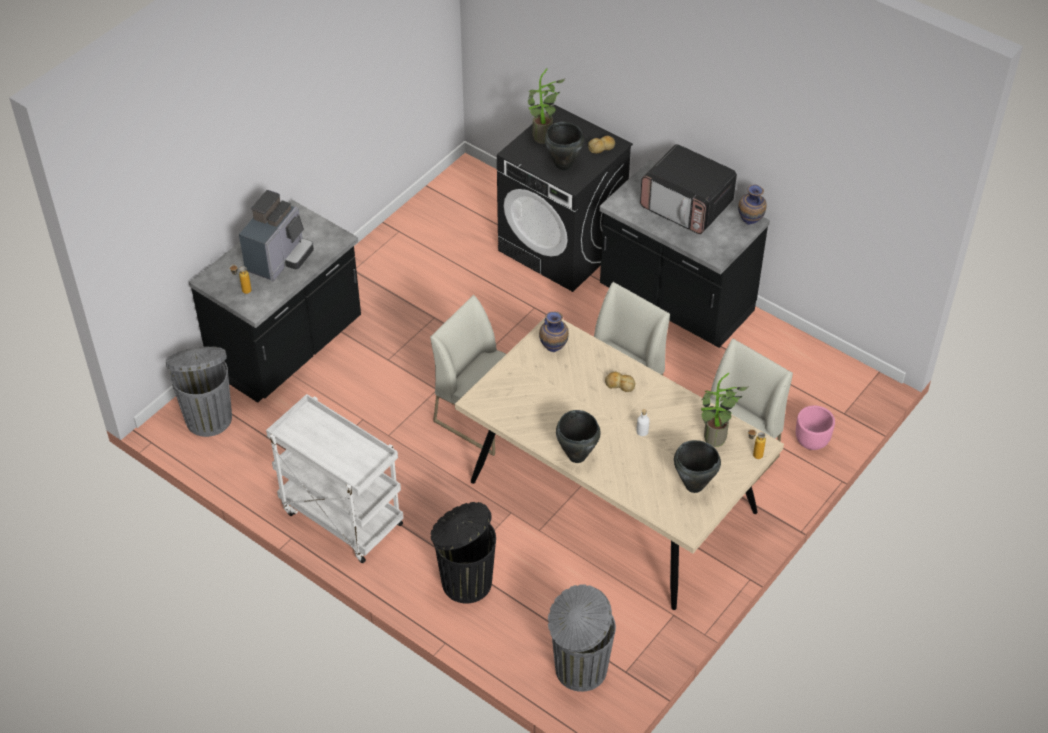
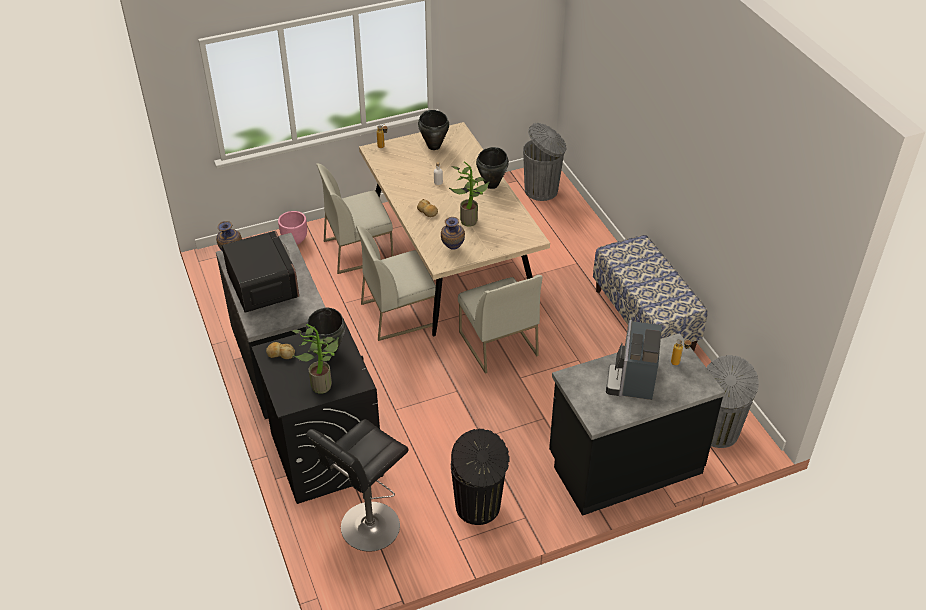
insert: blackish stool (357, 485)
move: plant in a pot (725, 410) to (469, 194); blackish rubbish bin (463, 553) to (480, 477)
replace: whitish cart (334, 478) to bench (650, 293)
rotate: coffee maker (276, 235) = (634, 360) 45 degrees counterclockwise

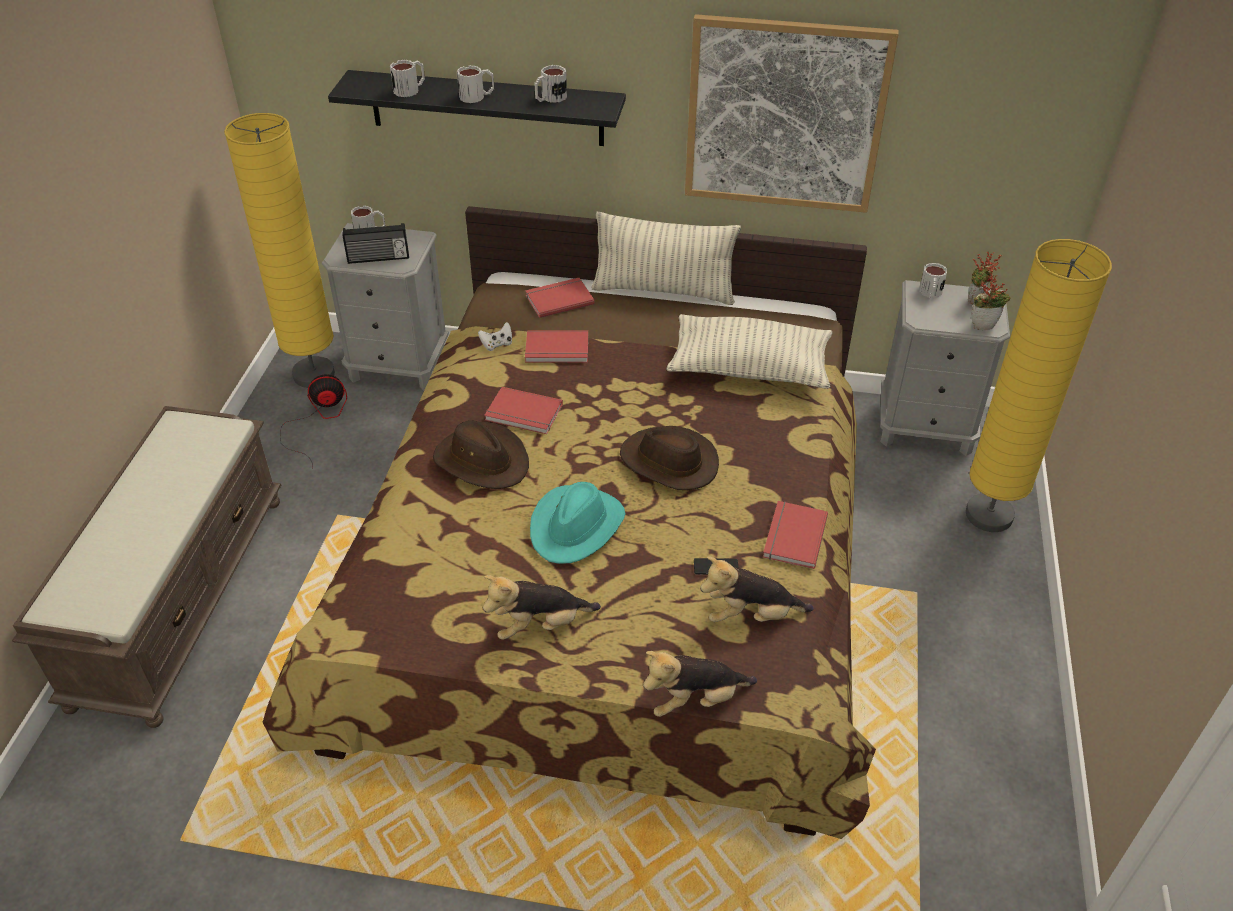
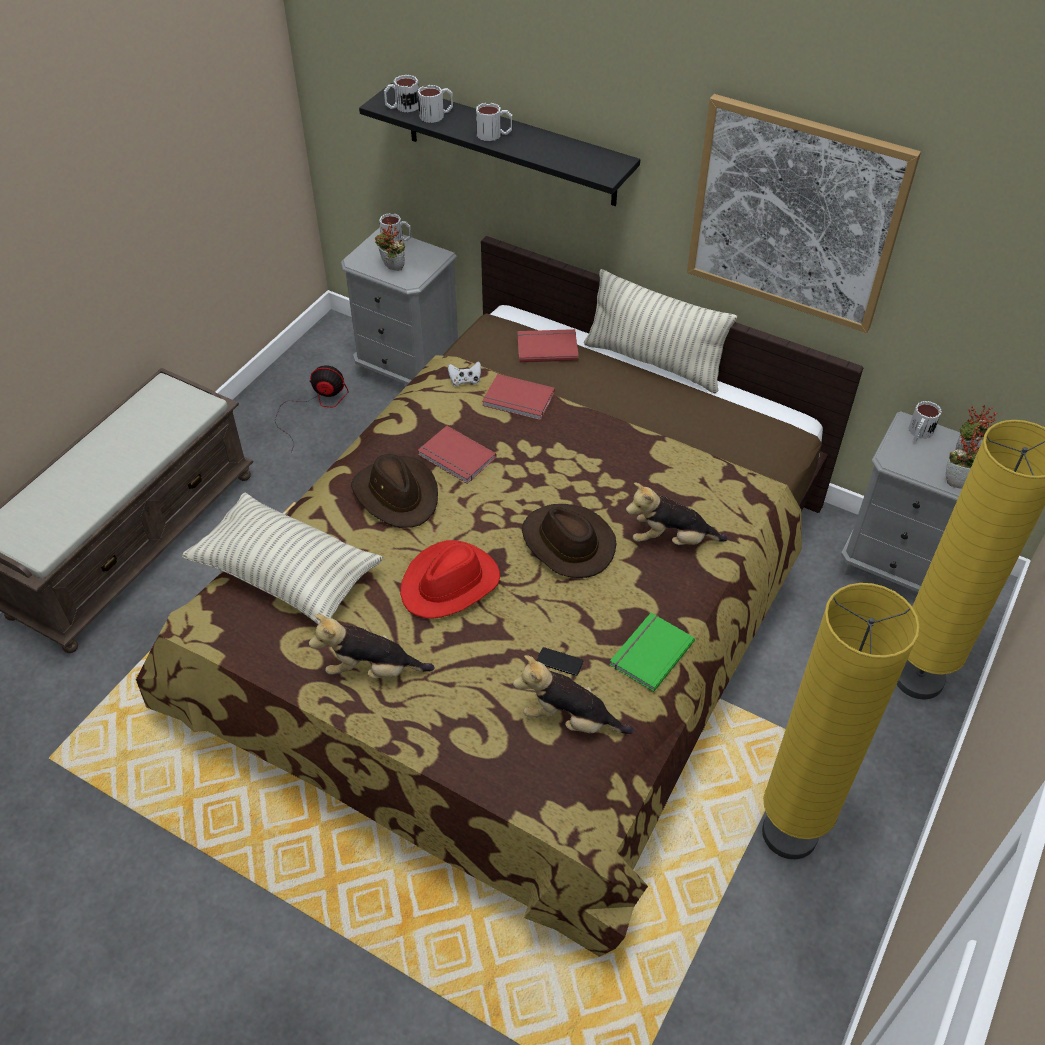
move: pillow (749, 351) to (282, 558); coffee mug (551, 84) to (401, 94); soft toy (700, 684) to (677, 514); yellowish standing lamp (279, 250) to (841, 721)
replace: radio set (375, 243) to plant in a pot (390, 245)
recolor: turquoise wearable hat (578, 523) to red-coloured wearable hat (450, 579); red-coloured bound book (795, 535) to green bound book (652, 652)

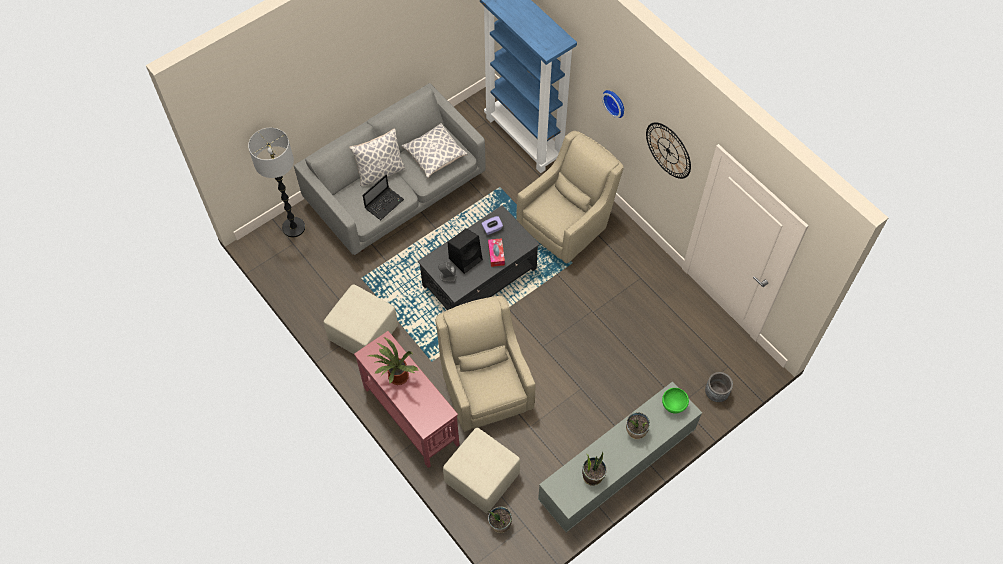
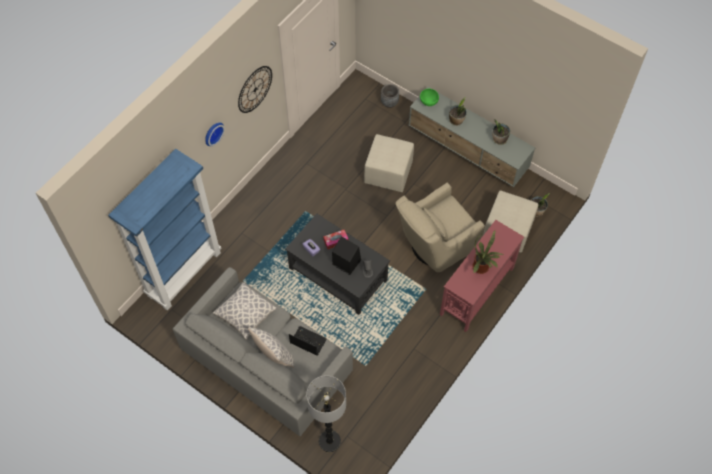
delete: sand-coloured lounge chair (570, 197)
move: sand-coloured ottoman (361, 319) to (389, 163)

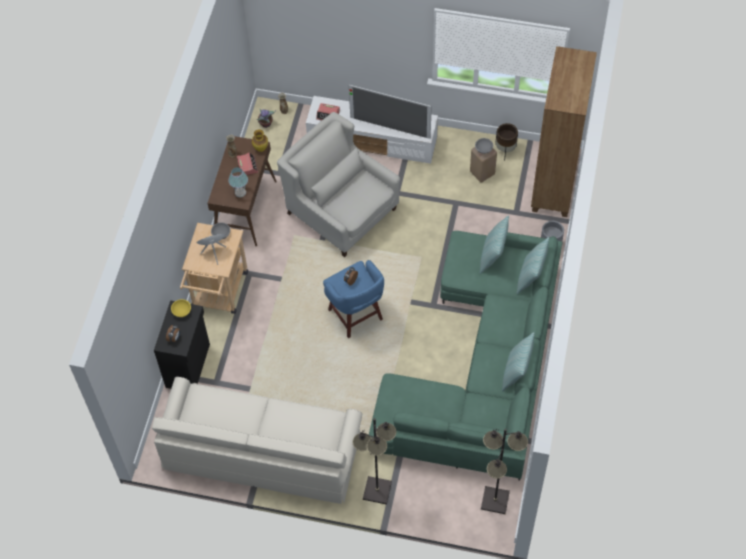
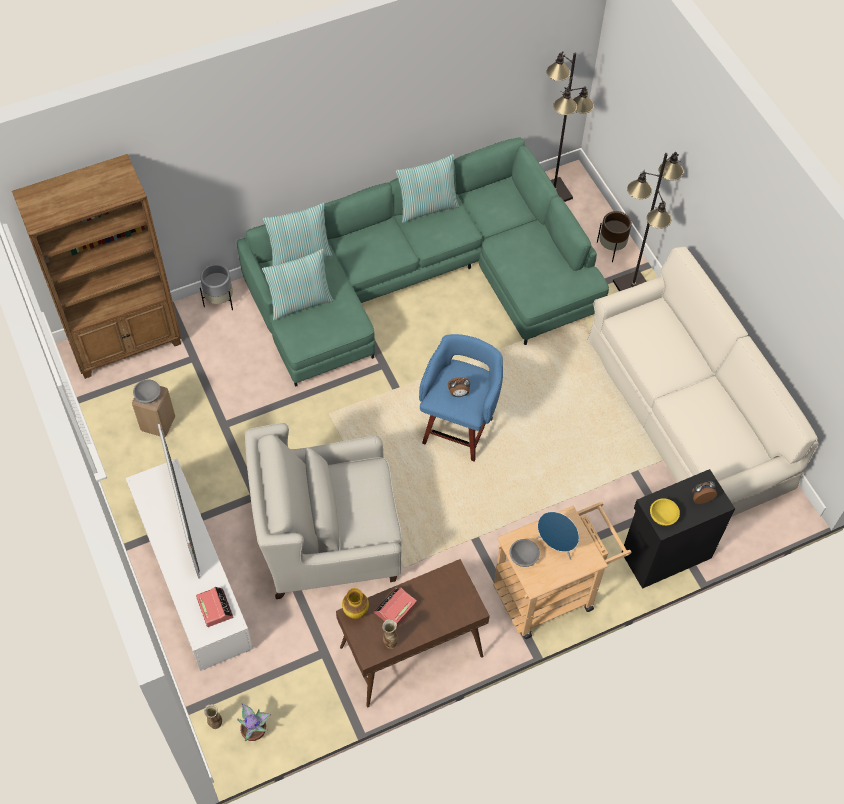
delete: lamp for a table (238, 182)
move: brownish flower pot (506, 141) to (614, 236)
rotate: whitish lounge chair (338, 184) = (323, 511) 75 degrees clockwise

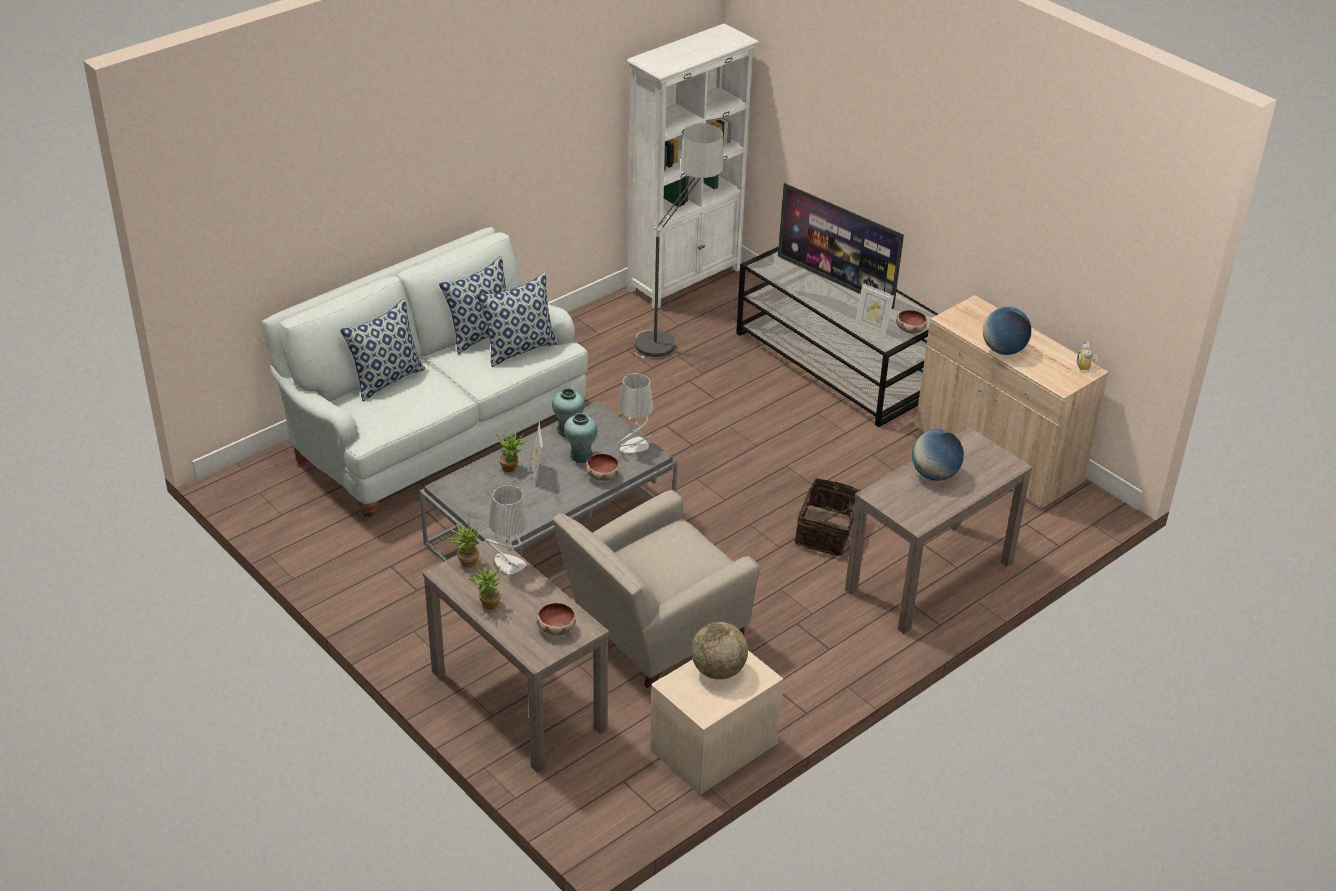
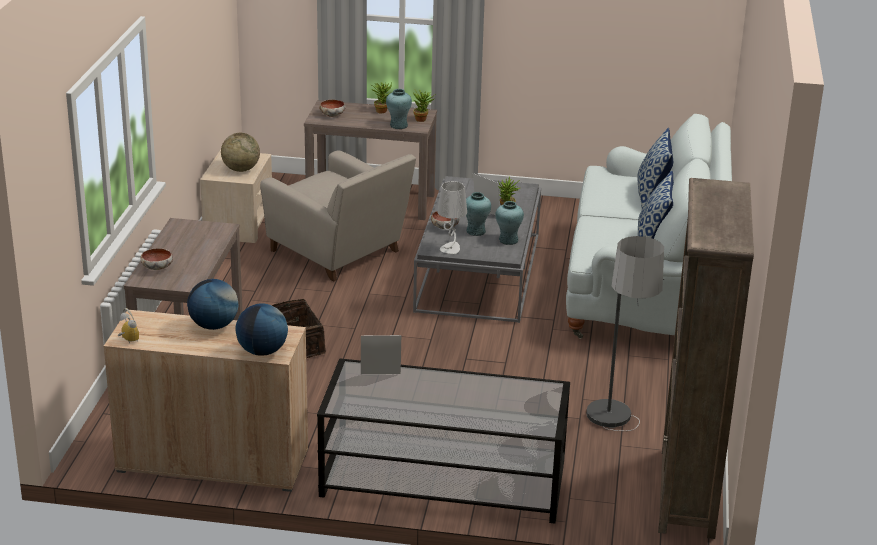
delete: pillow (517, 319); TV (841, 246)
move: bowl (911, 321) to (157, 259); world globe (938, 455) to (261, 329)
replace: greyish lamp for a table (506, 530) to turquoise decorative vase (399, 109)
recolor: whitish shelving unit (693, 166) to brownish shelving unit (706, 358)
rotate: sand-coloured lounge chair (655, 589) = (338, 216) 120 degrees clockwise

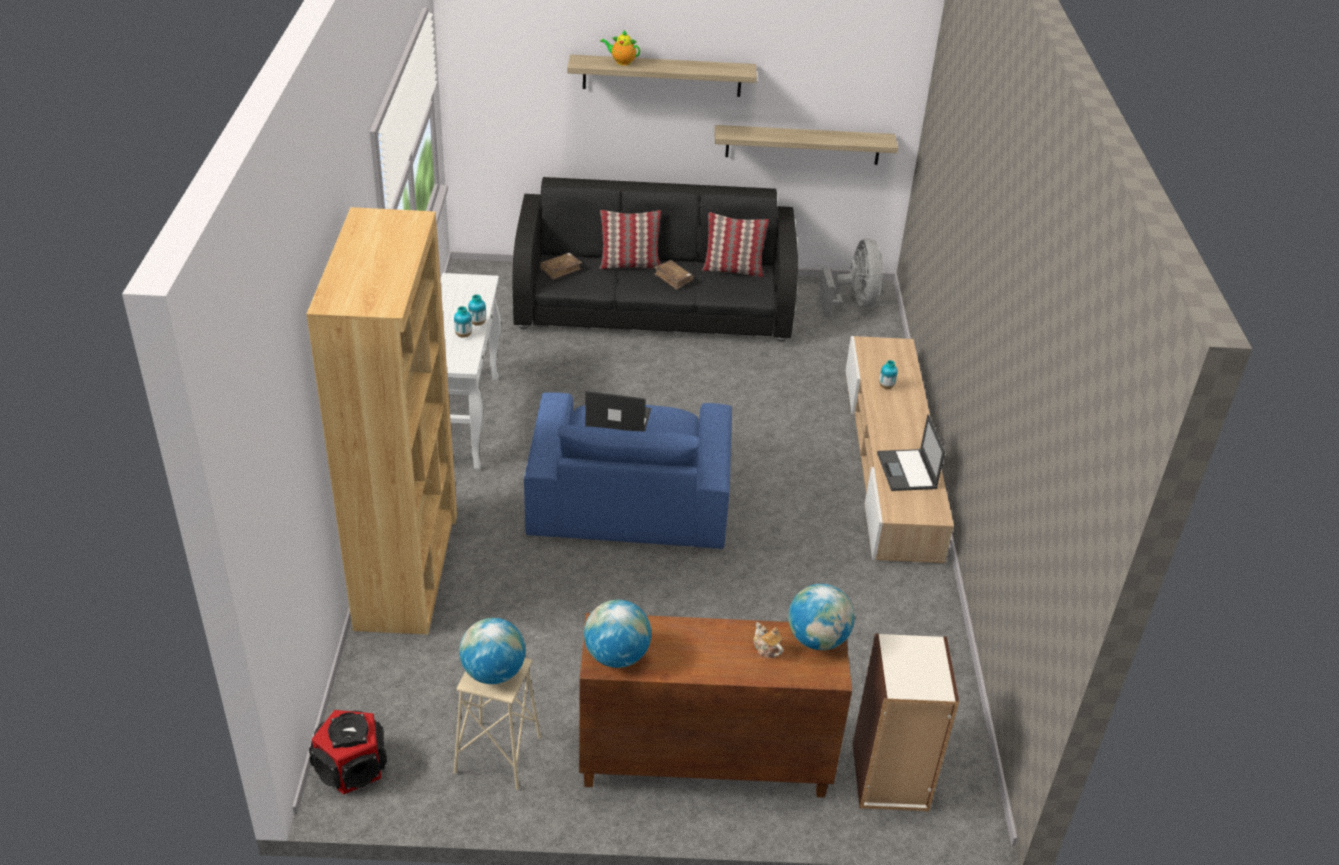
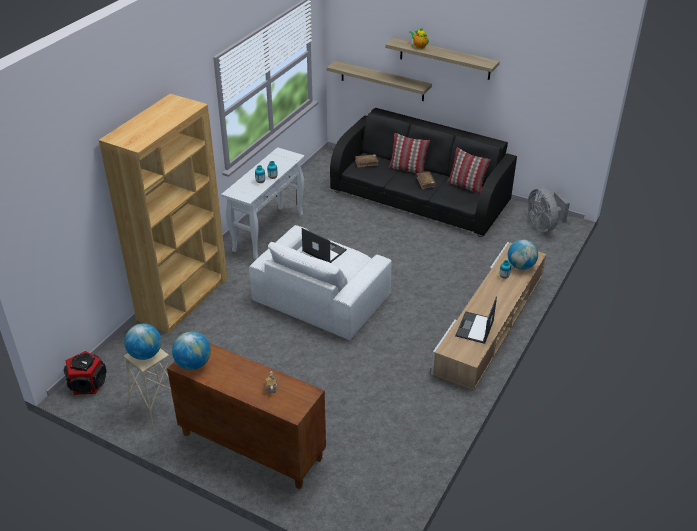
delete: shelving unit (906, 722)
move: bracket shelf (806, 145) to (379, 80); world globe (821, 617) to (523, 254)
recolor: blue-coloured lounge chair (628, 470) to whitish lounge chair (320, 282)
rotate: greyish fan (851, 277) = (549, 209) 135 degrees clockwise

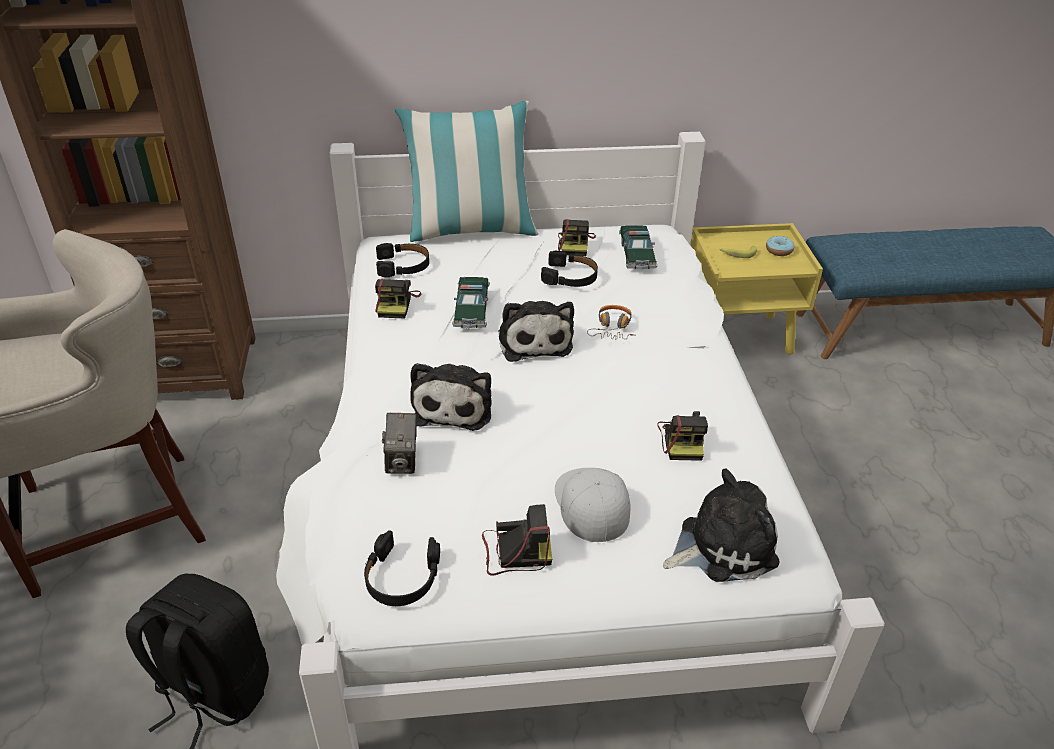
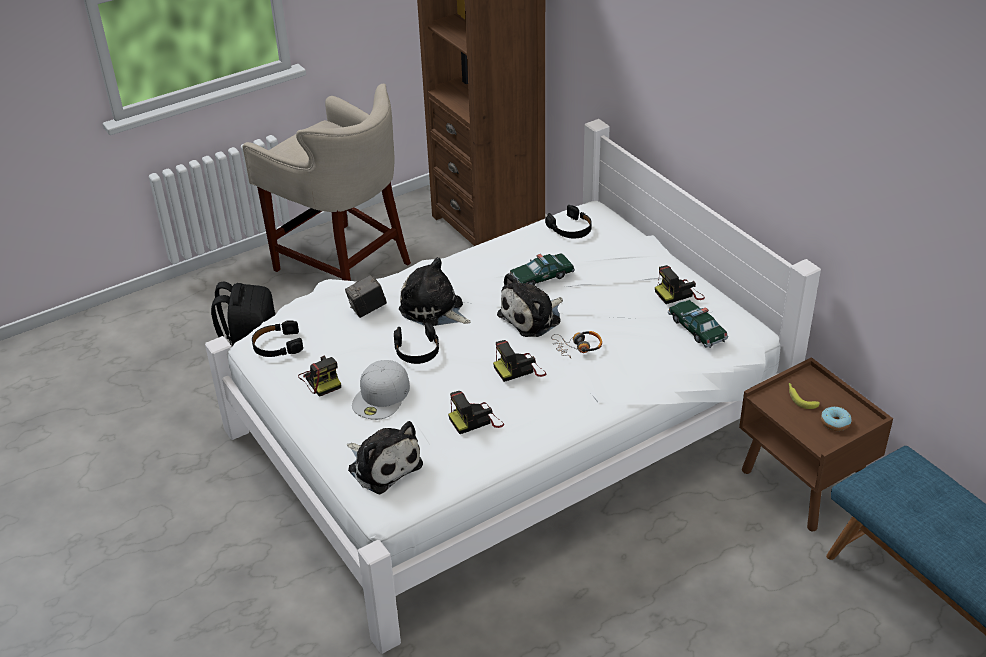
delete: pillow (466, 171)
move: blackish headset (569, 269) to (416, 343); photo camera (398, 299) to (519, 361)
recolor: yellowish nightstand (756, 289) to brownish nightstand (816, 444)
rotate: whitish baseball cap (592, 505) = (381, 390) 150 degrees clockwise; soft toy (451, 397) = (435, 291) 60 degrees clockwise; miniature car (638, 247) = (698, 324) 90 degrees clockwise

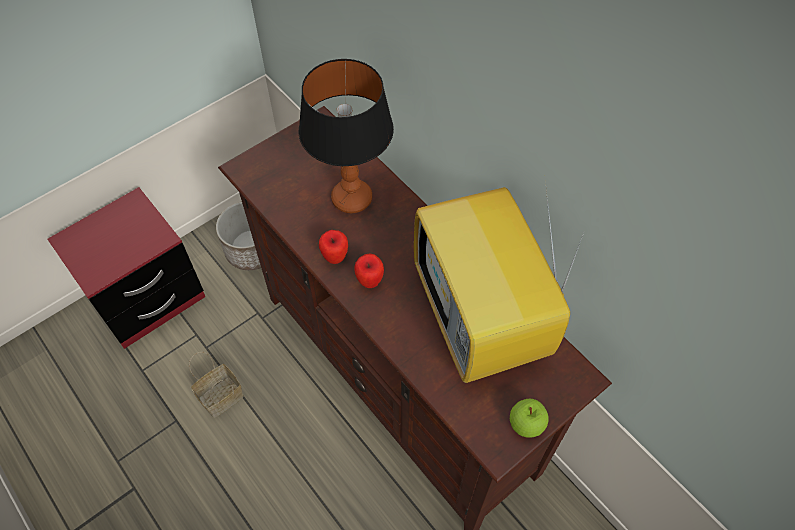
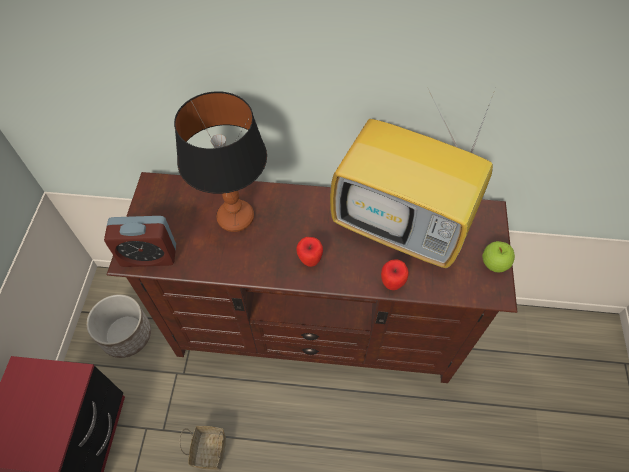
insert: table clock (140, 241)
move: whole apple (333, 247) to (395, 274)

